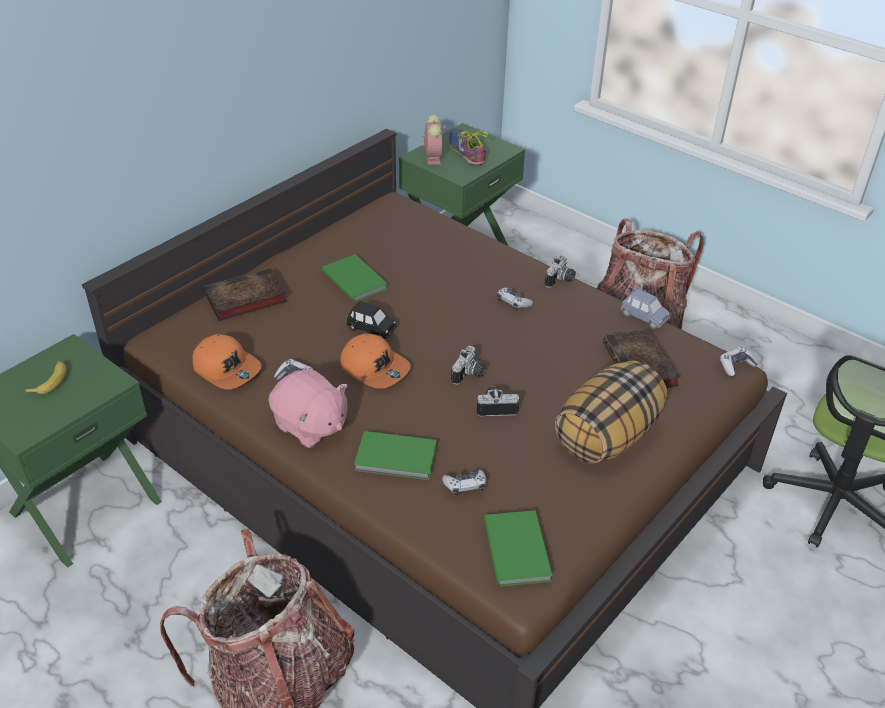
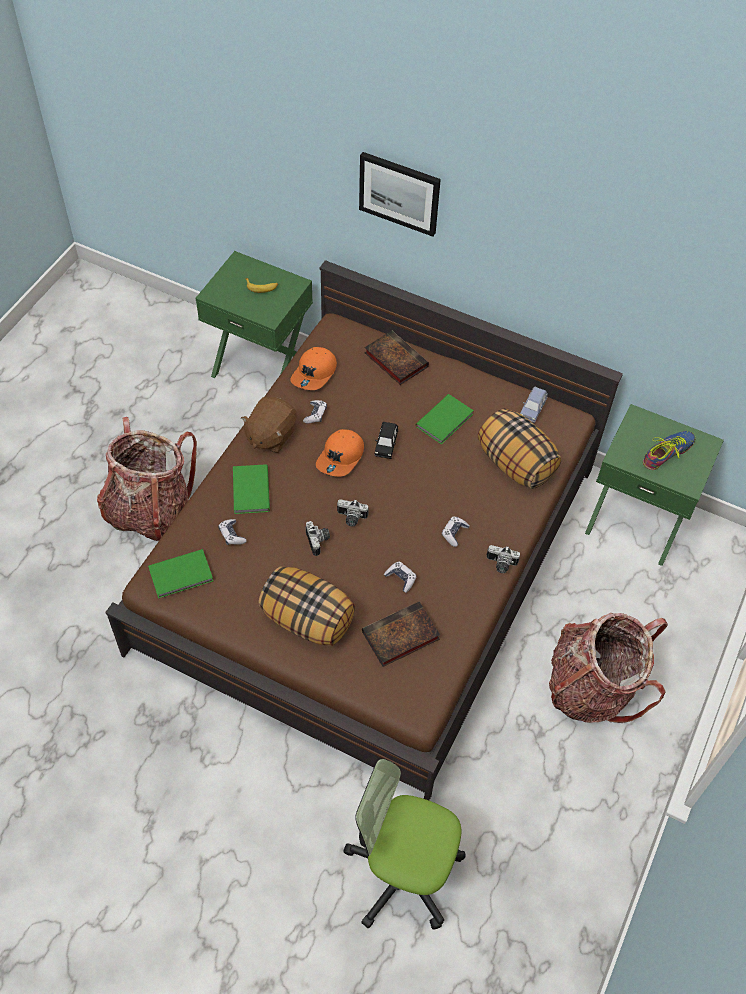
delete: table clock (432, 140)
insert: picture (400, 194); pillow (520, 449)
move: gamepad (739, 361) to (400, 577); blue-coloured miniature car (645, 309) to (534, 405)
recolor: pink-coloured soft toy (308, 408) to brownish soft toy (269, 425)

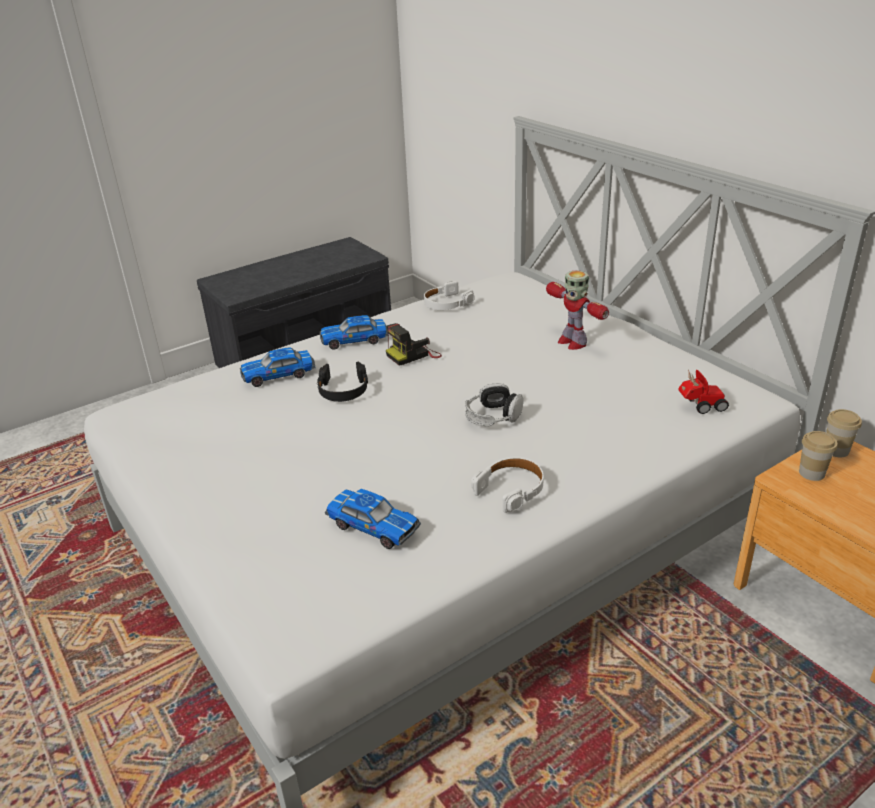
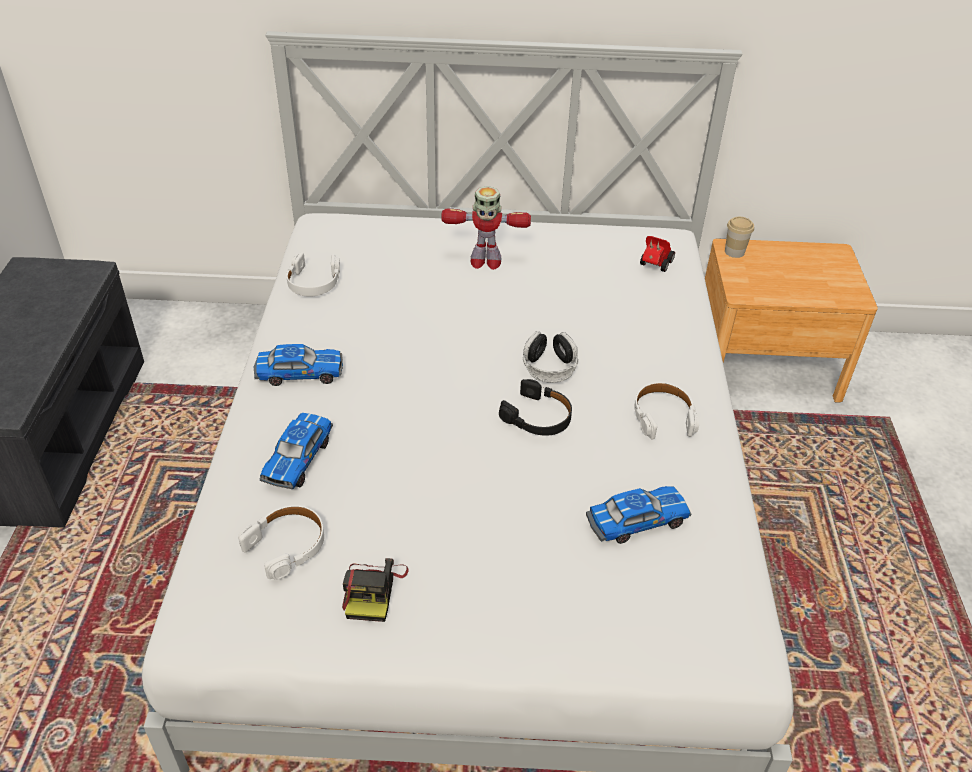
delete: cup (818, 456)
insert: whitish headset (281, 542)
move: photo camera (414, 344) to (375, 590); blackish headset (342, 382) to (535, 407)
rotate: miniature car (354, 332) = (298, 365) 120 degrees counterclockwise

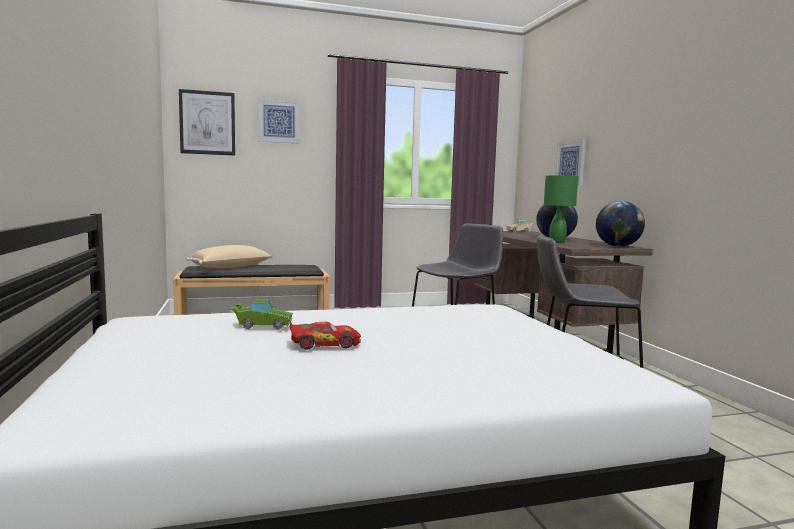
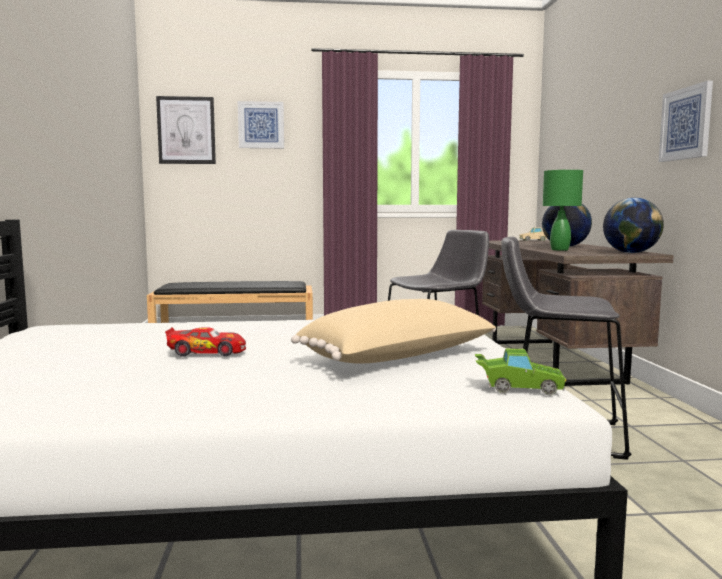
move: sand-coloured pillow (229, 256) to (393, 331); green miniature car (261, 314) to (521, 371); picture (570, 162) to (686, 121)

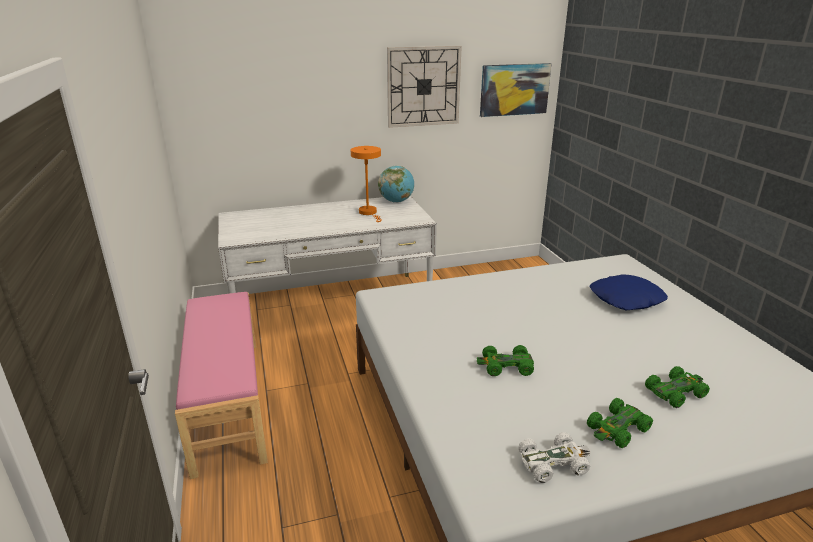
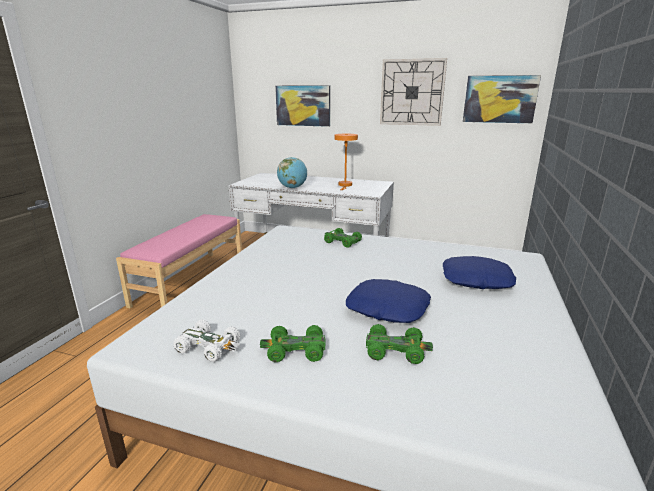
insert: picture (302, 106); blue-coloured pillow (388, 301)
move: world globe (396, 184) to (292, 172); green miniature car (505, 360) to (343, 238)

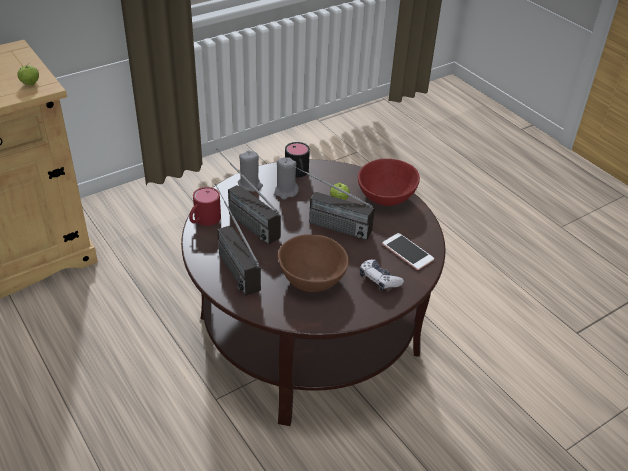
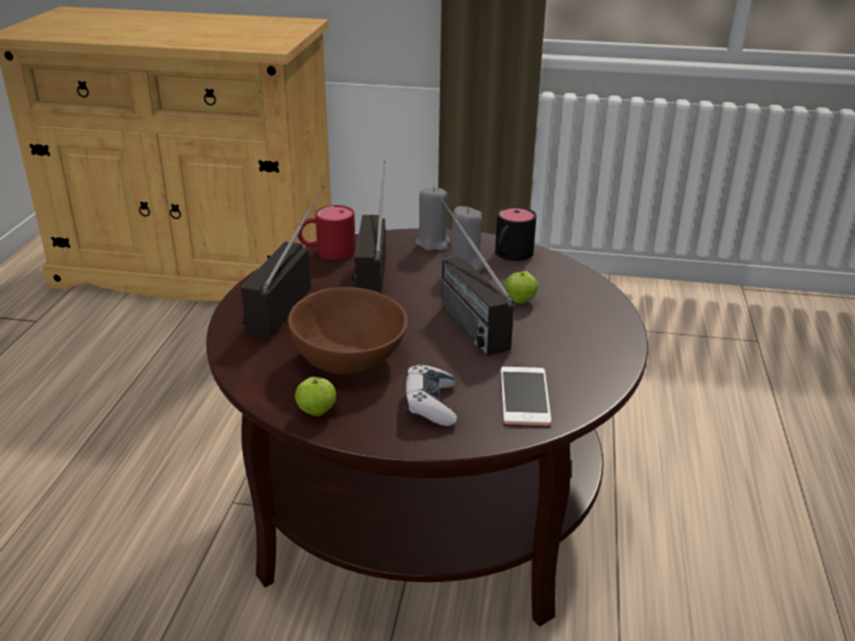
delete: red-coloured bowl (389, 182)
move: whole apple (28, 74) to (315, 396)

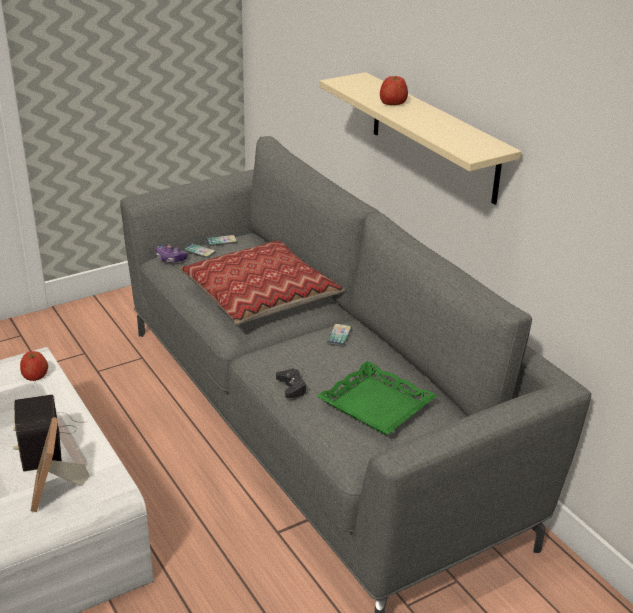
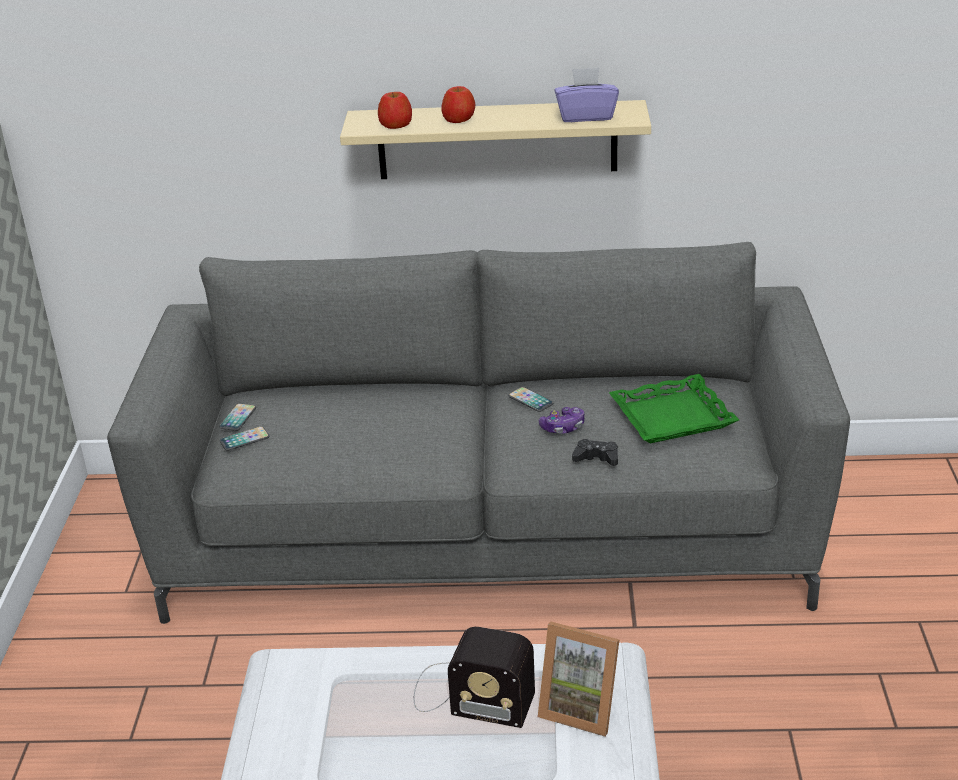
delete: pillow (262, 282)
insert: purplish box of tissues (586, 95)
move: whole apple (34, 366) to (395, 110); gamepad (172, 254) to (561, 420)

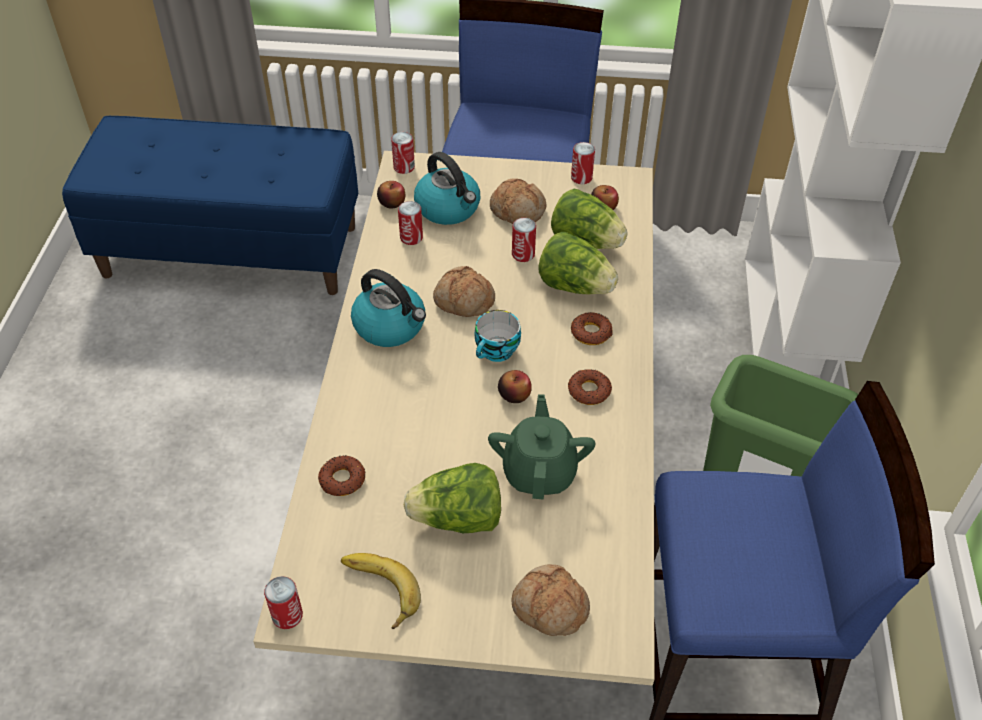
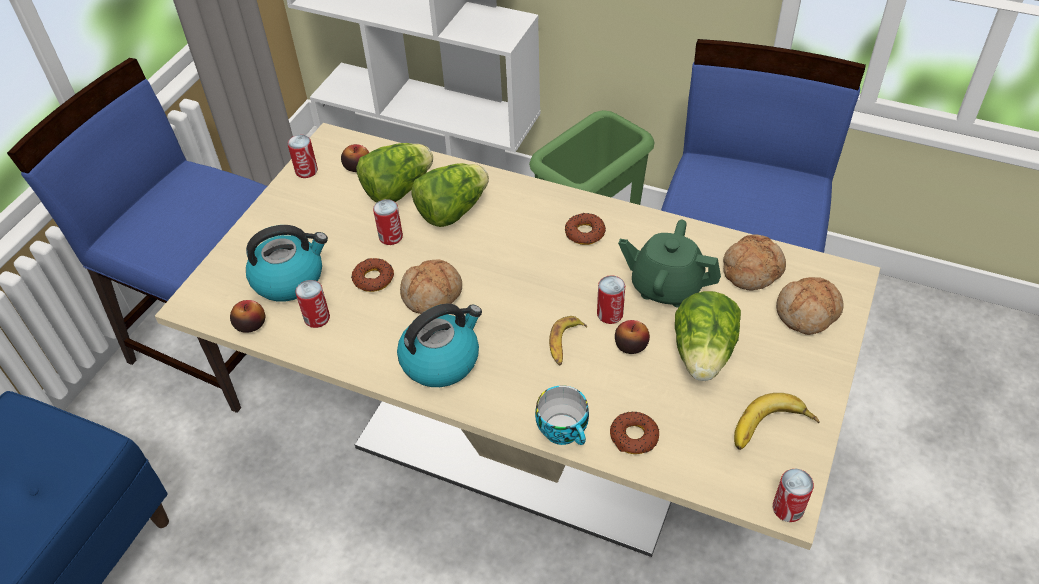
insert: banana fruit (568, 340)
move: doughnut (592, 328) to (372, 275); cup (497, 336) to (562, 415); sealed can (403, 153) to (611, 299); whole apple (515, 386) to (632, 337); baked bread (518, 201) to (754, 262)

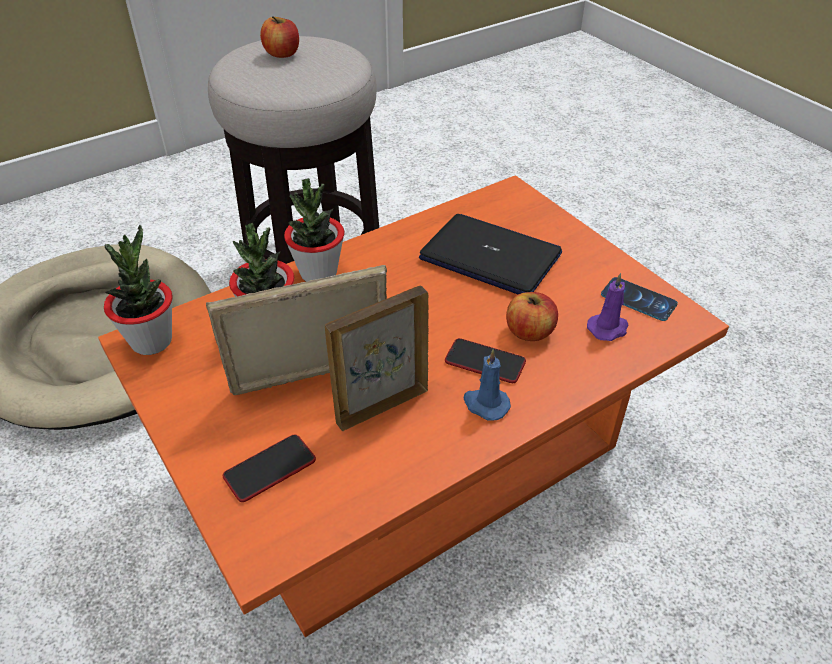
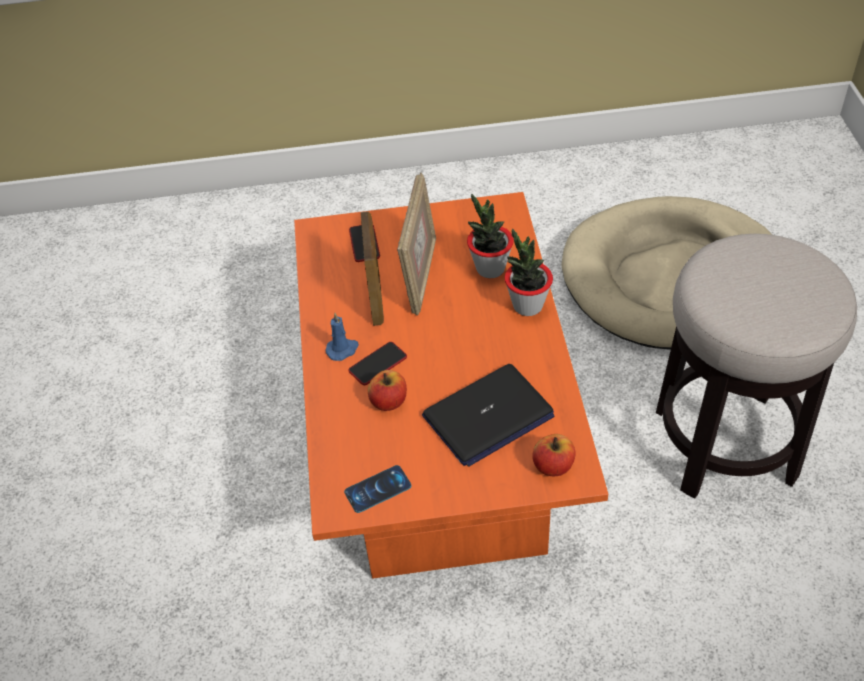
delete: plant in a pot (138, 290); purplish wax candle (608, 307)
move: whole apple (279, 37) to (554, 455)

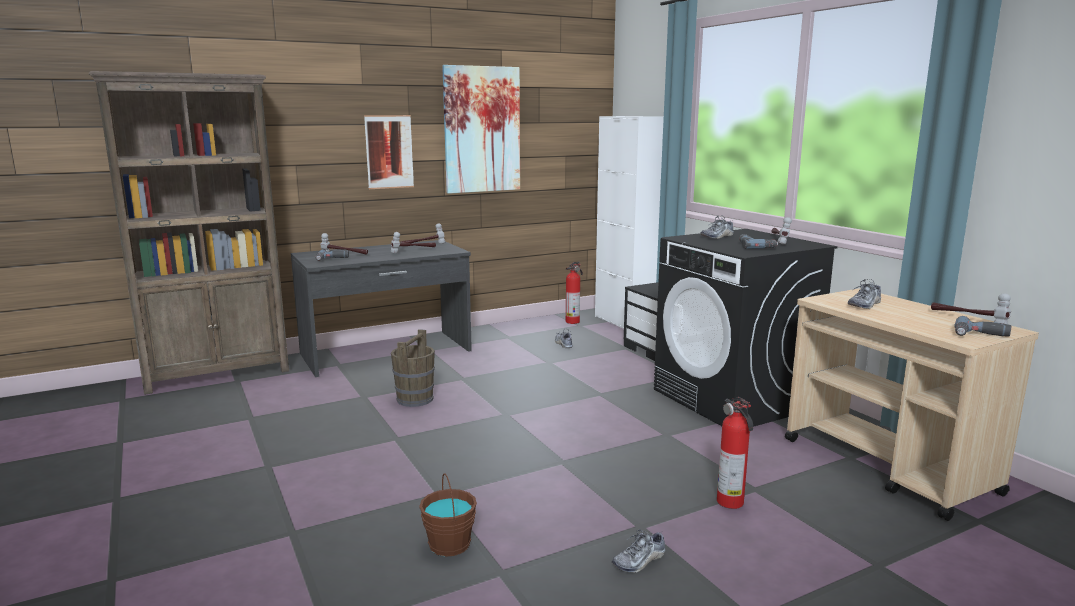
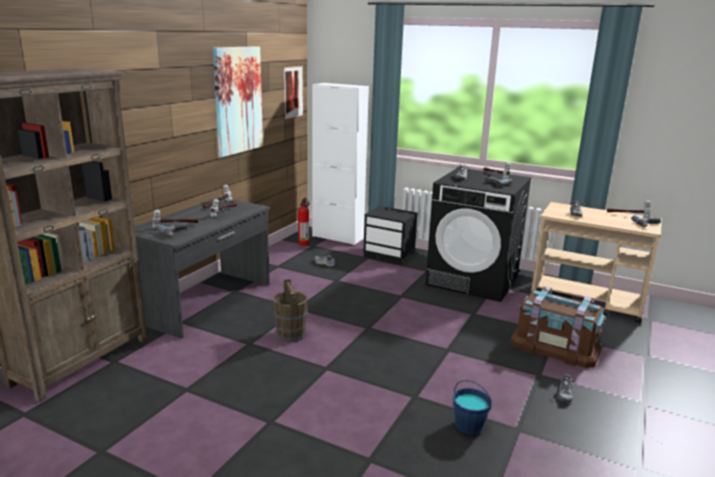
move: picture (389, 152) to (293, 92)
replace: fire-fighting cylinder (735, 453) to brownish storage bin (557, 327)
recolor: brownish bucket (448, 515) to blue-coloured bucket (472, 407)

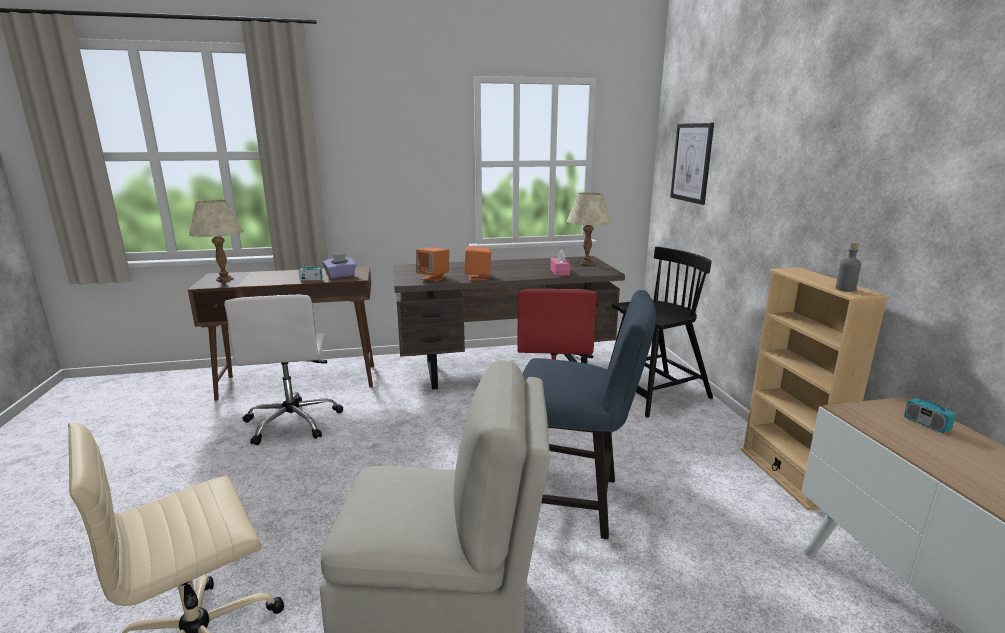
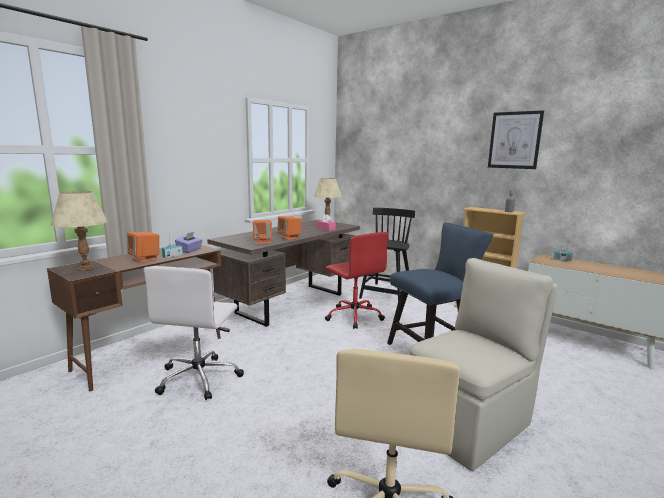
insert: orange-coloured loudspeaker (143, 247)
move: picture (692, 164) to (516, 139)
rotate: whitish office chair (283, 370) = (194, 333) 60 degrees clockwise

